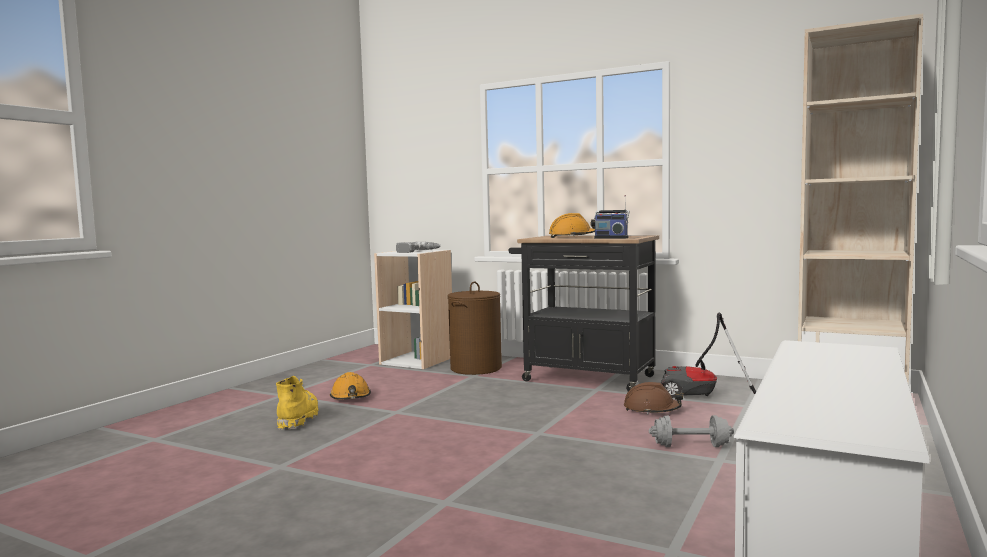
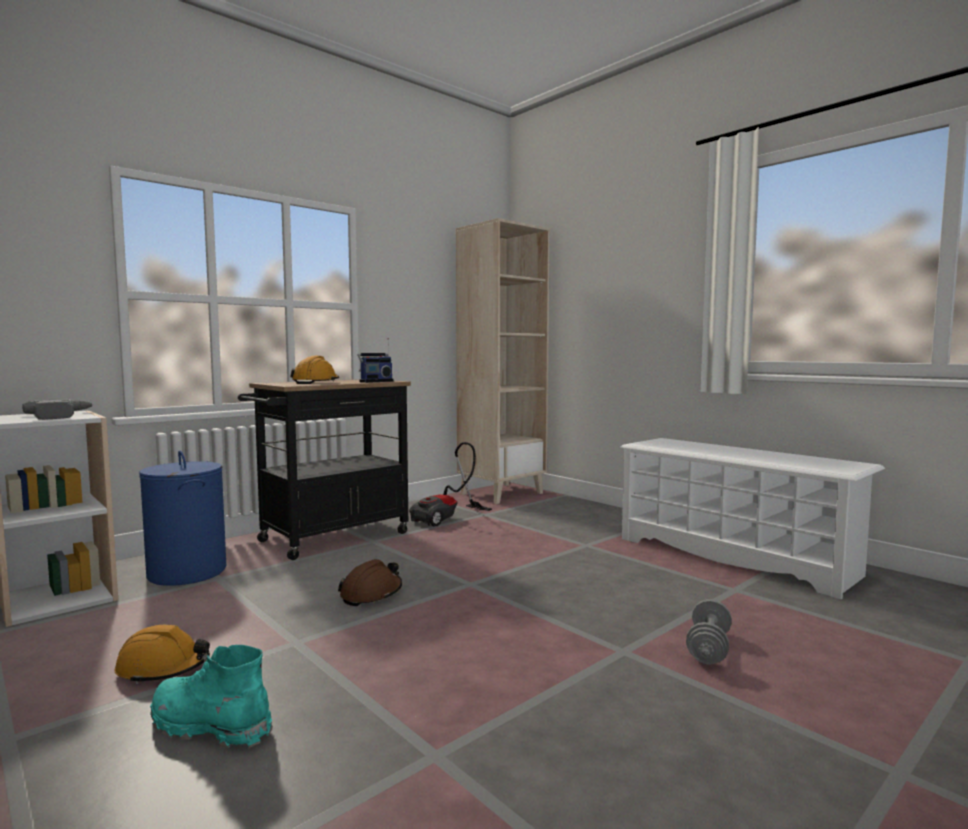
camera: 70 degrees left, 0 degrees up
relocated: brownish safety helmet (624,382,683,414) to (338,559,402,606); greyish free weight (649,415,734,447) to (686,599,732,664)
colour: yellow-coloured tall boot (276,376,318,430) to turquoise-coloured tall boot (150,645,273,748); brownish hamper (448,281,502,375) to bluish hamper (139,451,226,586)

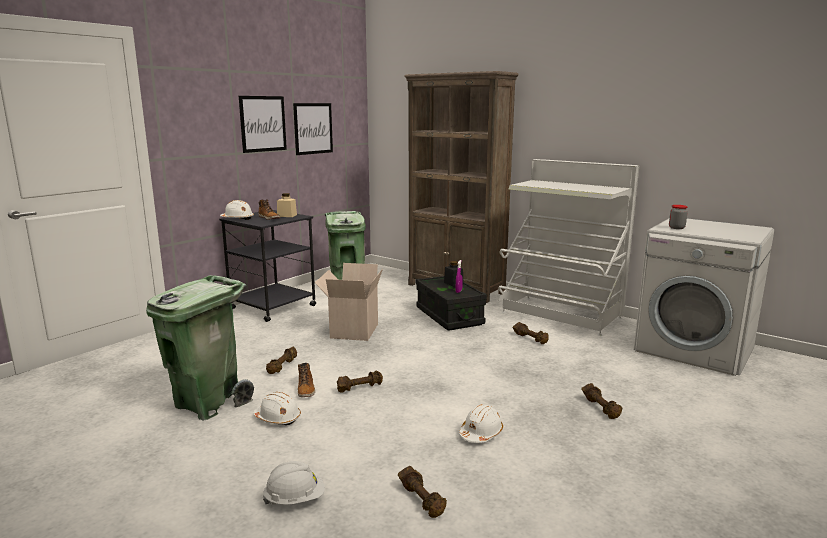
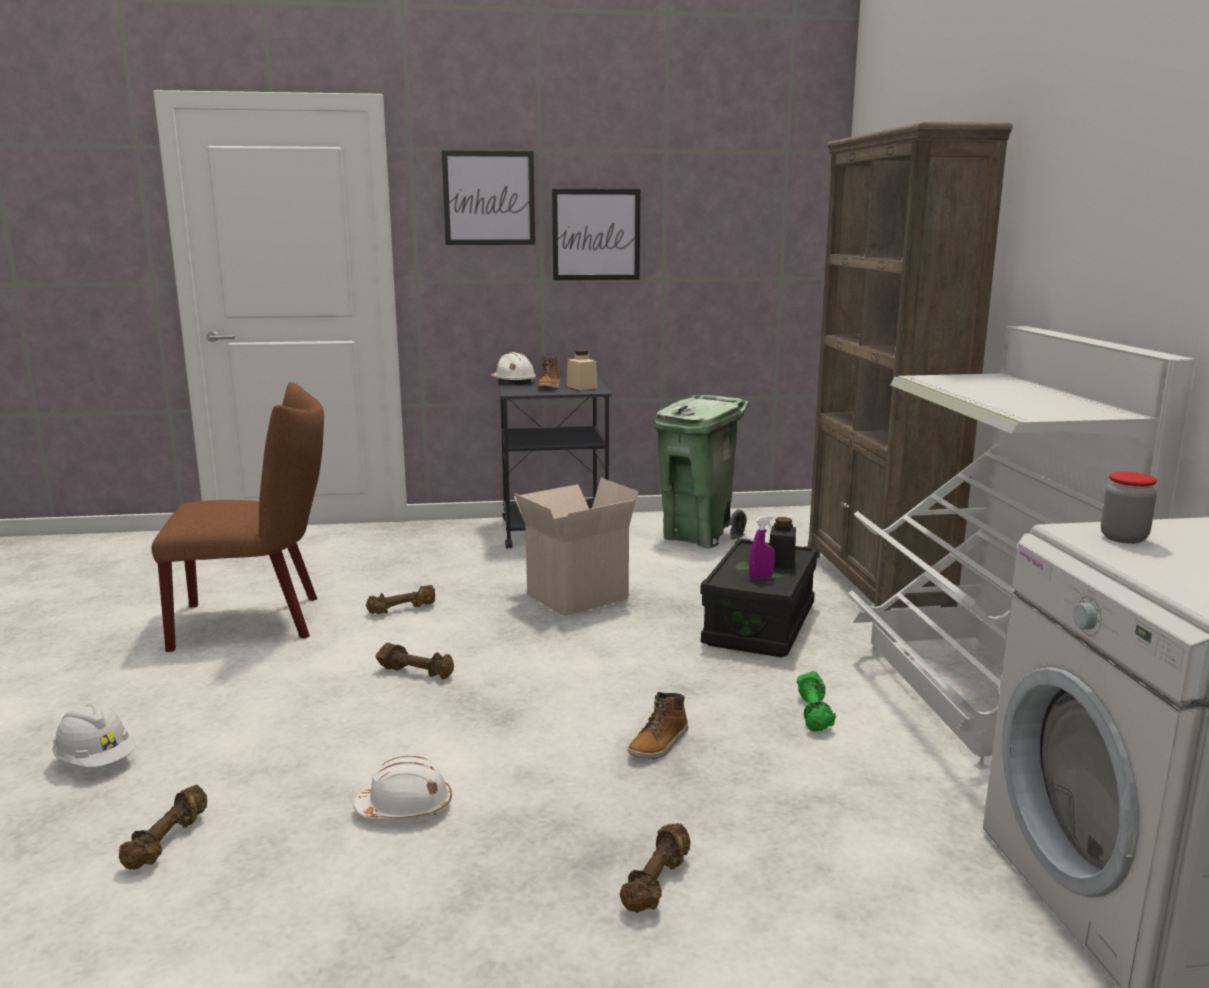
camera: 45 degrees right, 0 degrees up
missing: white-coloured safety helmet (253,392,301,425)
relocated: wall art (293,103,333,155) to (442,150,535,245); tall boot (298,363,315,397) to (628,692,688,759)
exchanged: greenish rubbish bin (146,275,254,420) to brownish upright chair (151,382,324,652)
colour: brownish free weight (513,322,549,344) to greenish free weight (797,671,836,732)

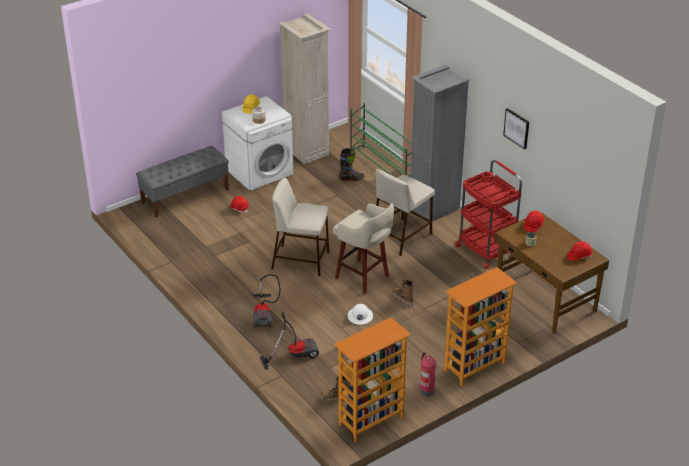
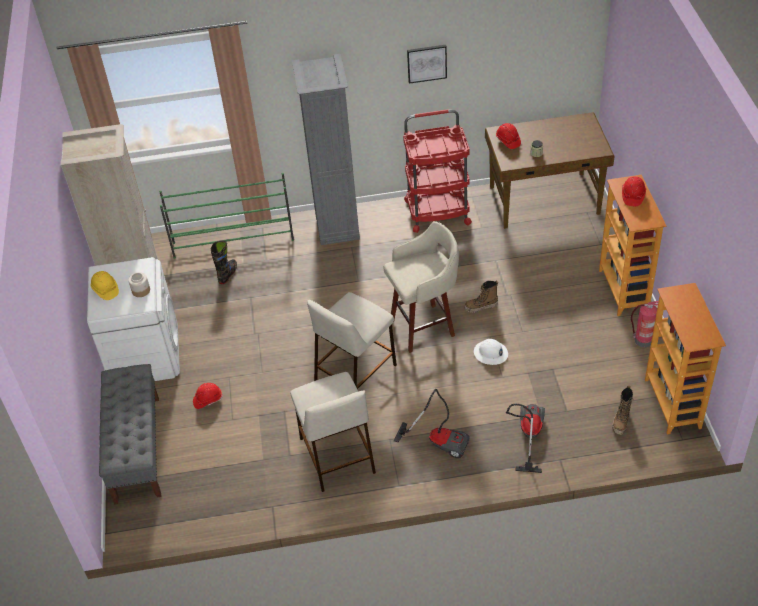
camera: 60 degrees left, 10 degrees up
relocated: sand-coloured sitting stool (376,169,435,256) to (290,372,376,492); reddish safety helmet (567,241,592,261) to (622,176,646,206)

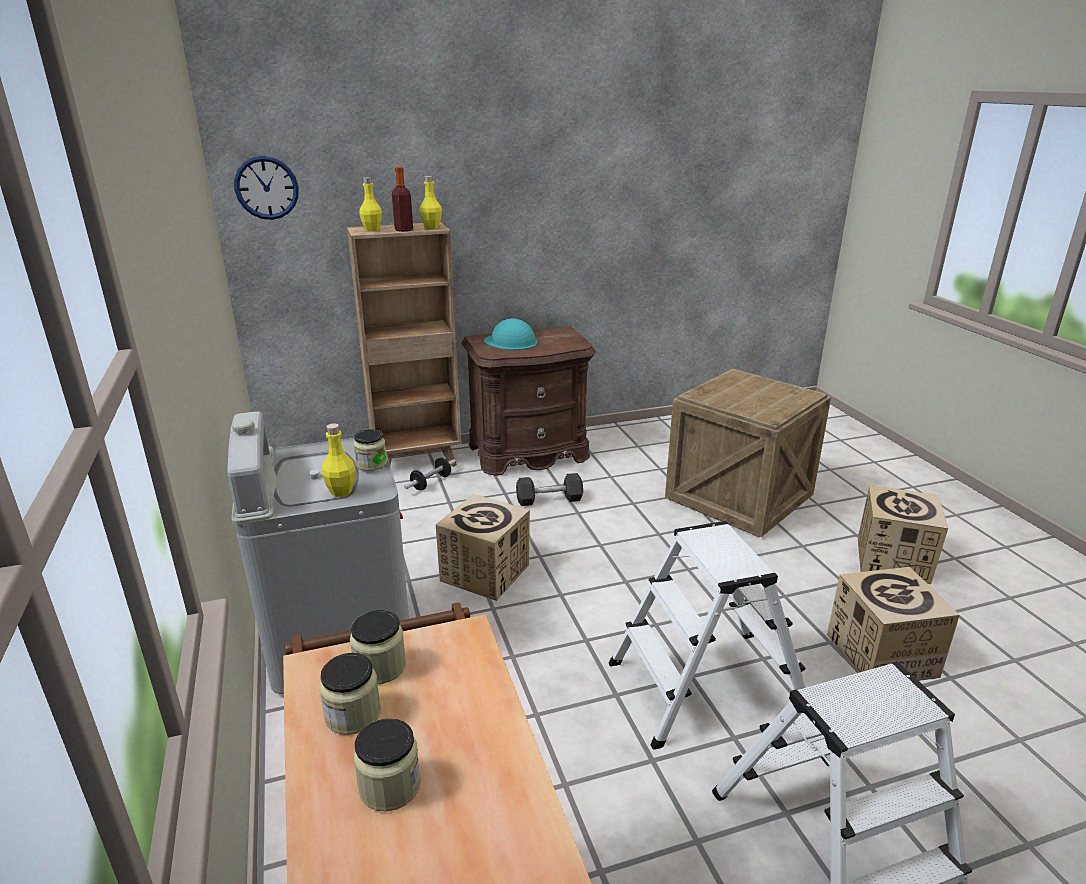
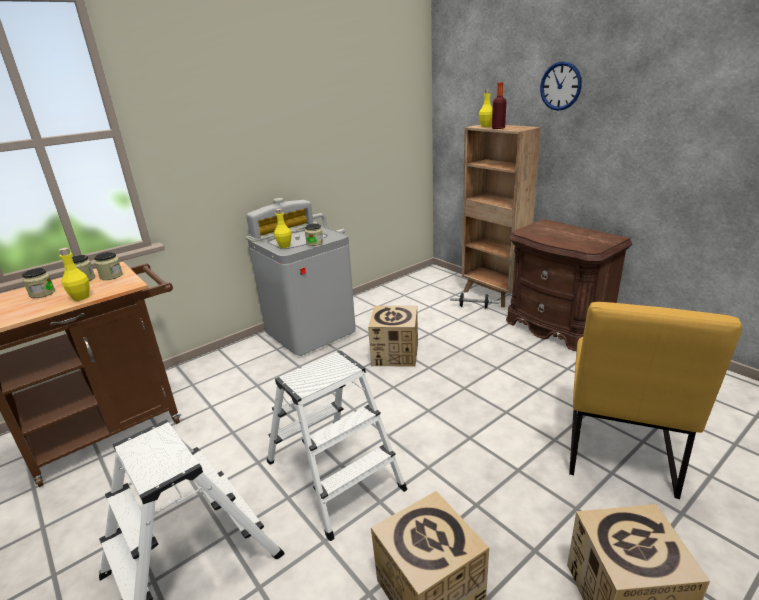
camera: 70 degrees right, 0 degrees up
missing: turquoise-coloured safety helmet (484,318,538,350); blackish free weight (516,473,583,506)
relocated: clock on the wall (234,156,299,220) to (540,61,582,111); yellow-coloured bottle (419,176,442,229) to (59,248,90,301)
exchanged: crate (665,369,831,537) to yellow-coloured upright chair (569,302,742,499)

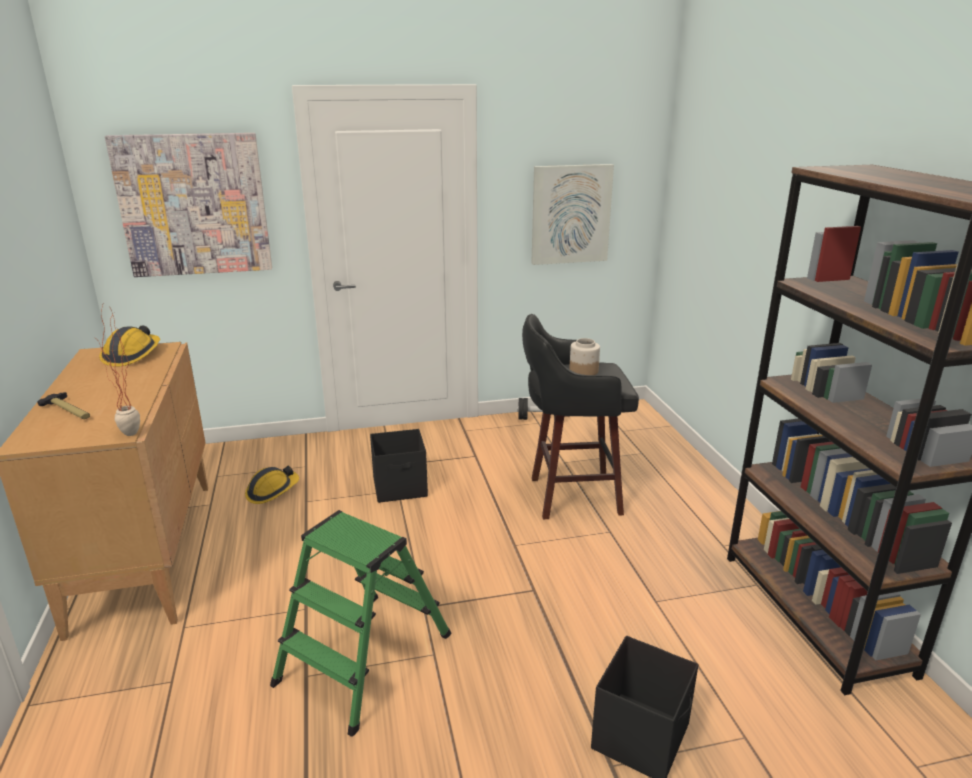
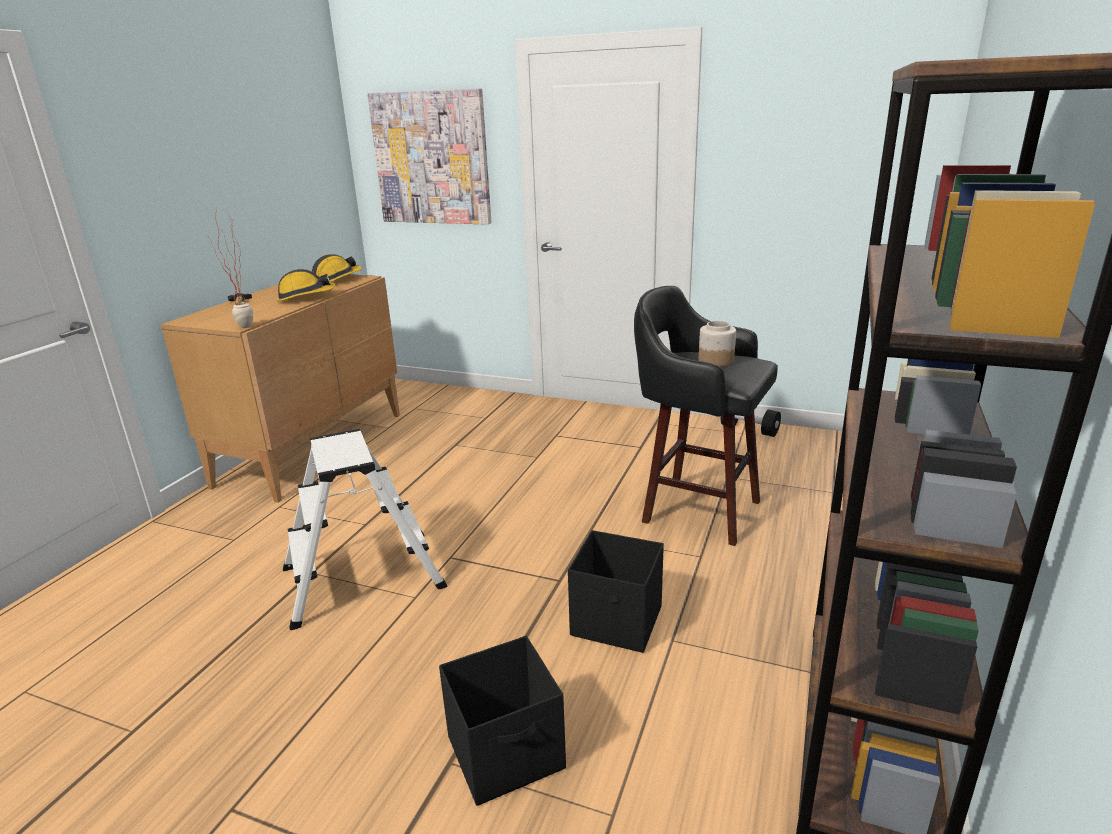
camera: 35 degrees right, 0 degrees up
missing: wall art (531,164,614,265)
relocated: safety helmet (245,466,299,504) to (277,269,336,302); blackish storage bin (370,429,428,503) to (568,530,664,653)
colour: greenish step stool (270,510,451,737) to white-coloured step stool (283,429,447,630)

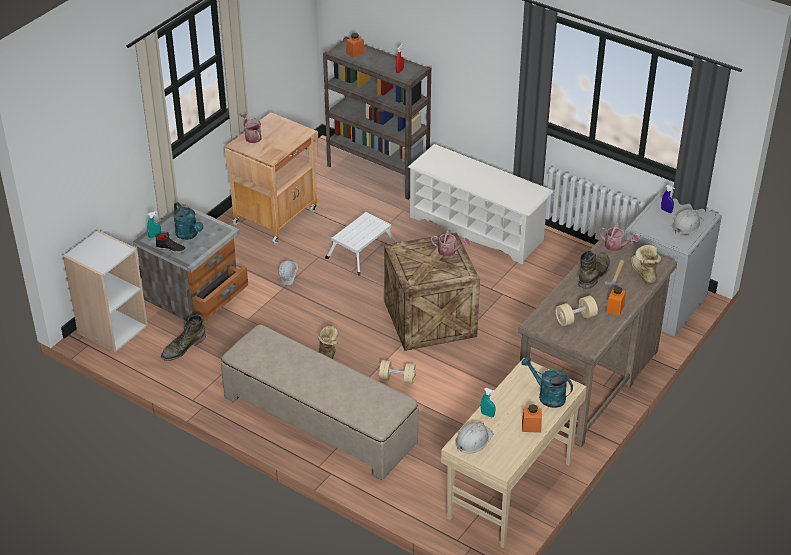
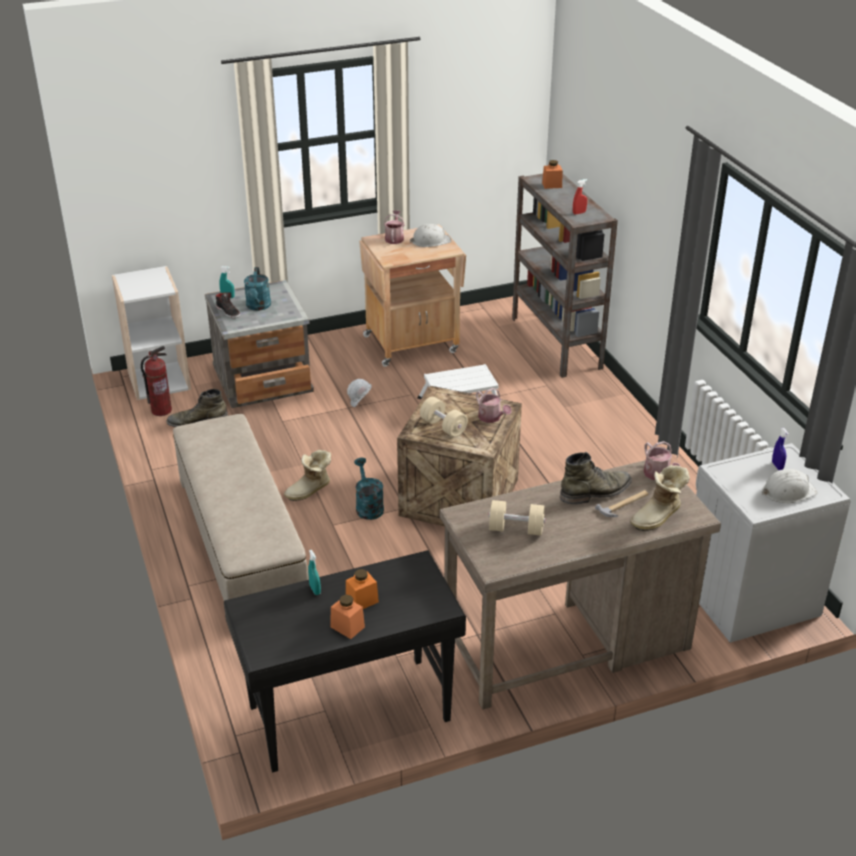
camera: 35 degrees right, 5 degrees down
missing: white-coloured shoe stand (408,144,553,265)
appeared: fire-fighting cylinder (141,346,172,416)
relocated: sand-coloured free weight (379,360,416,384) to (420,397,468,437); white-coloured safety helmet (455,422,493,453) to (410,224,451,247); turquoise-coloured sprinkling can (521,357,573,408) to (354,458,384,520); orange-coloured preserve jar (606,287,626,316) to (346,569,379,609)
colour: sand-coloured hall table (441,358,587,548) to blackish hall table (224,550,466,773)
spun: tall boot (631,245,661,283) = (630,465,690,531) 150 degrees counterclockwise

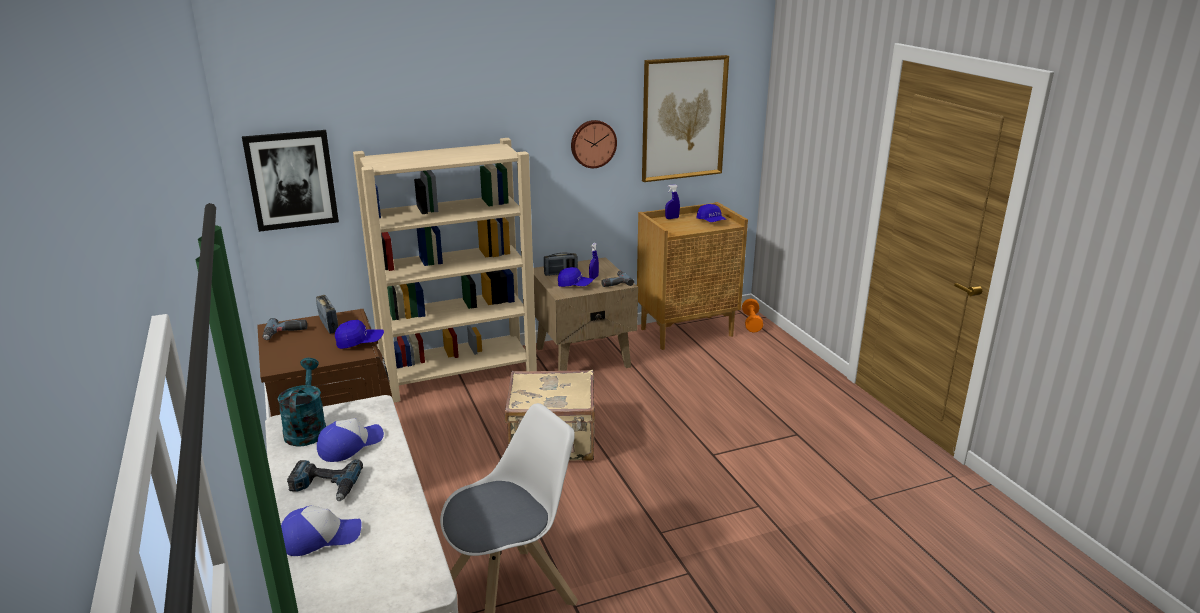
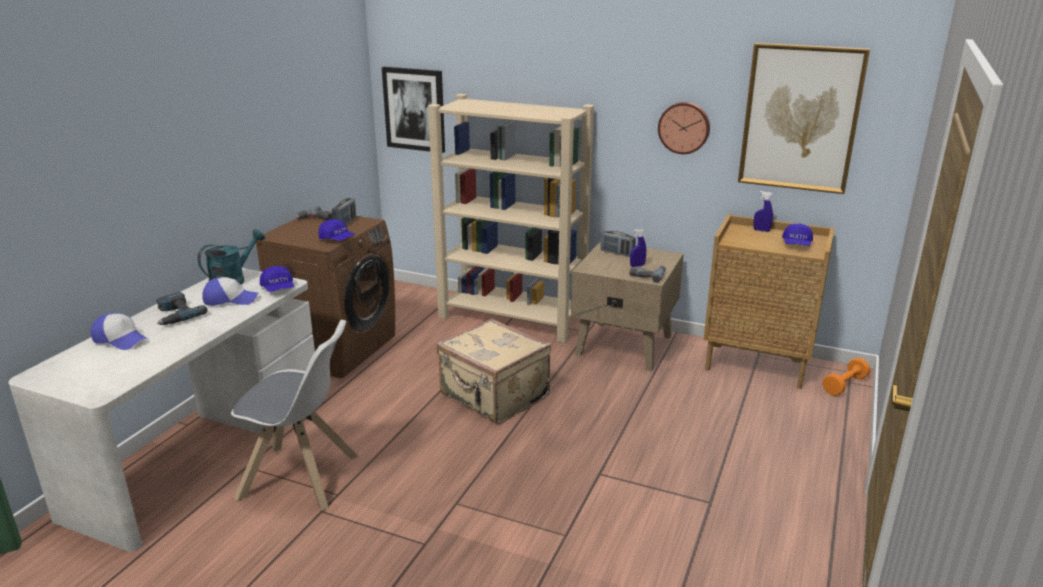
camera: 45 degrees right, 0 degrees up
relocated: bluish cap (558,267,593,287) to (260,266,294,292)

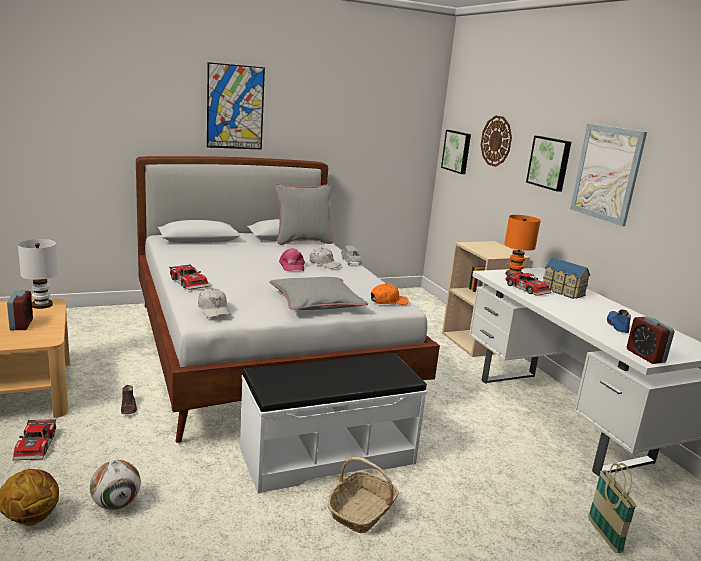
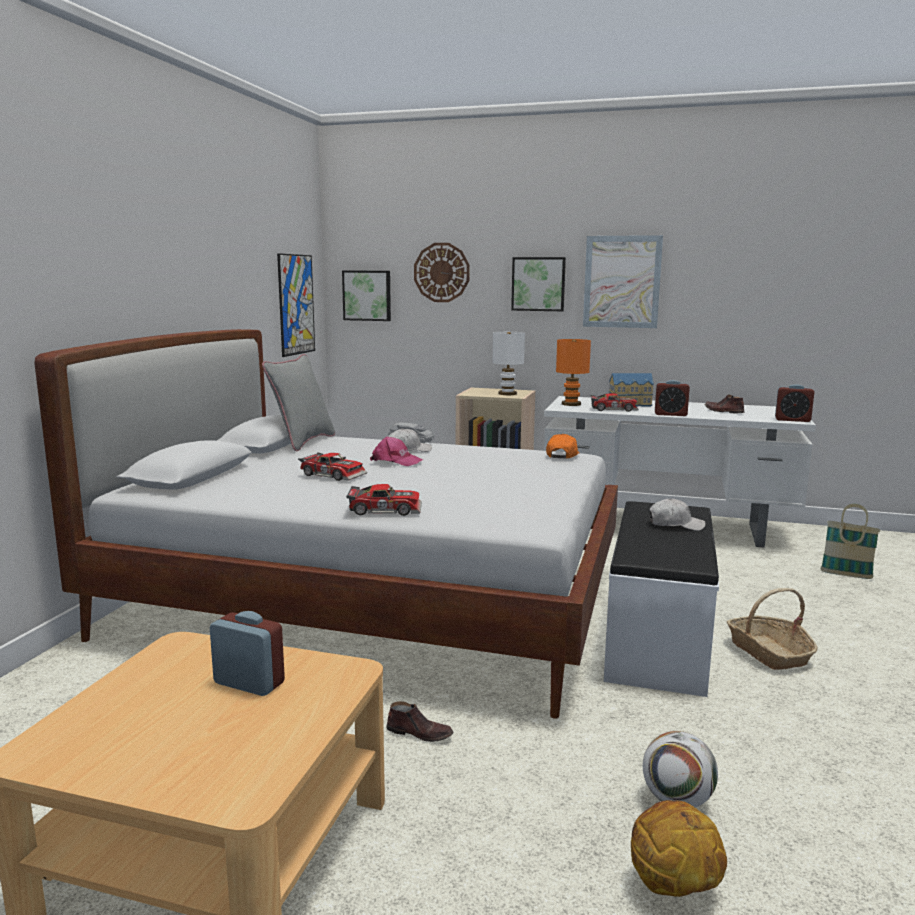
camera: 50 degrees left, 5 degrees down
missing: greyish pillow (269,277,368,310)
appeared: bedside clock (655,380,690,416)
relocated: toy car (13,419,56,460) to (298,452,367,481); white-coloured lamp for a table (18,239,58,309) to (492,332,525,395); white-coloured cap (198,288,231,318) to (649,498,706,531); wall art (207,62,265,150) to (277,253,315,357)
colour: bluish shoe (607,309,631,333) to brownish shoe (705,395,744,414)

